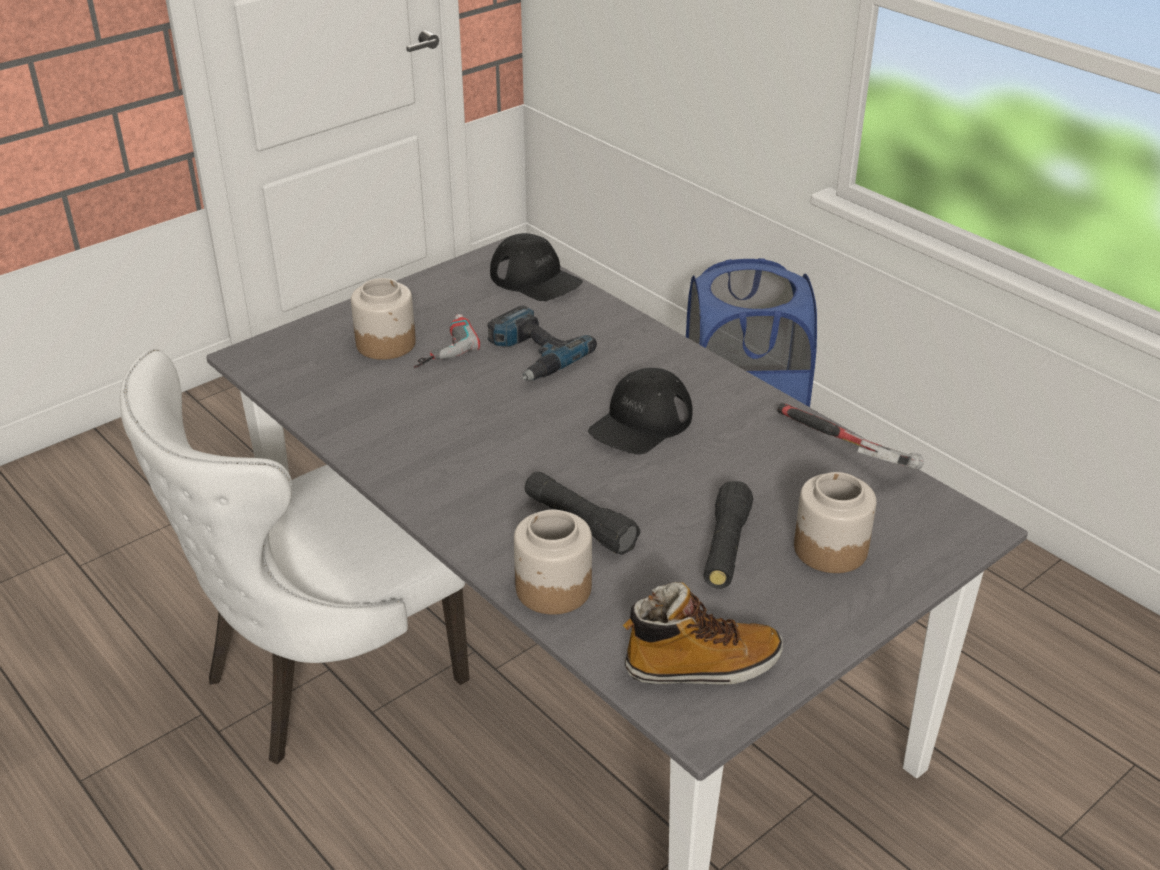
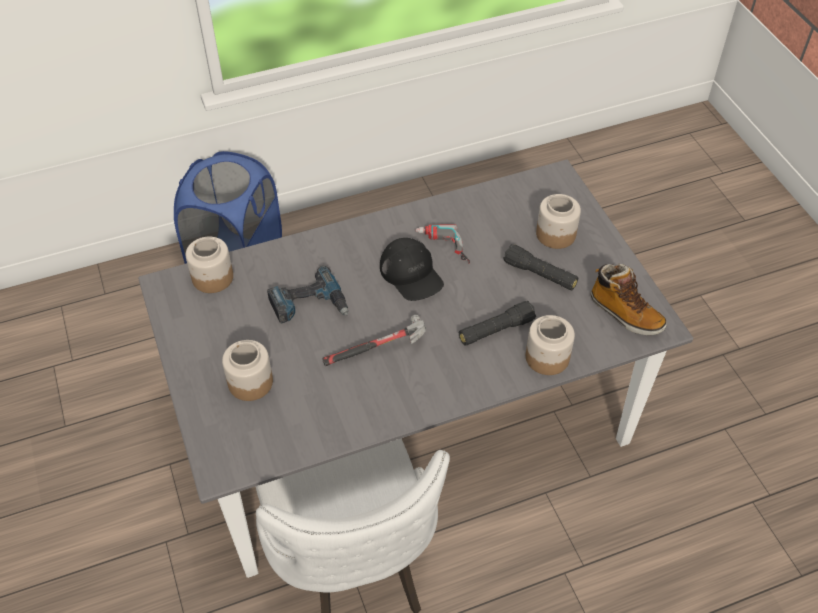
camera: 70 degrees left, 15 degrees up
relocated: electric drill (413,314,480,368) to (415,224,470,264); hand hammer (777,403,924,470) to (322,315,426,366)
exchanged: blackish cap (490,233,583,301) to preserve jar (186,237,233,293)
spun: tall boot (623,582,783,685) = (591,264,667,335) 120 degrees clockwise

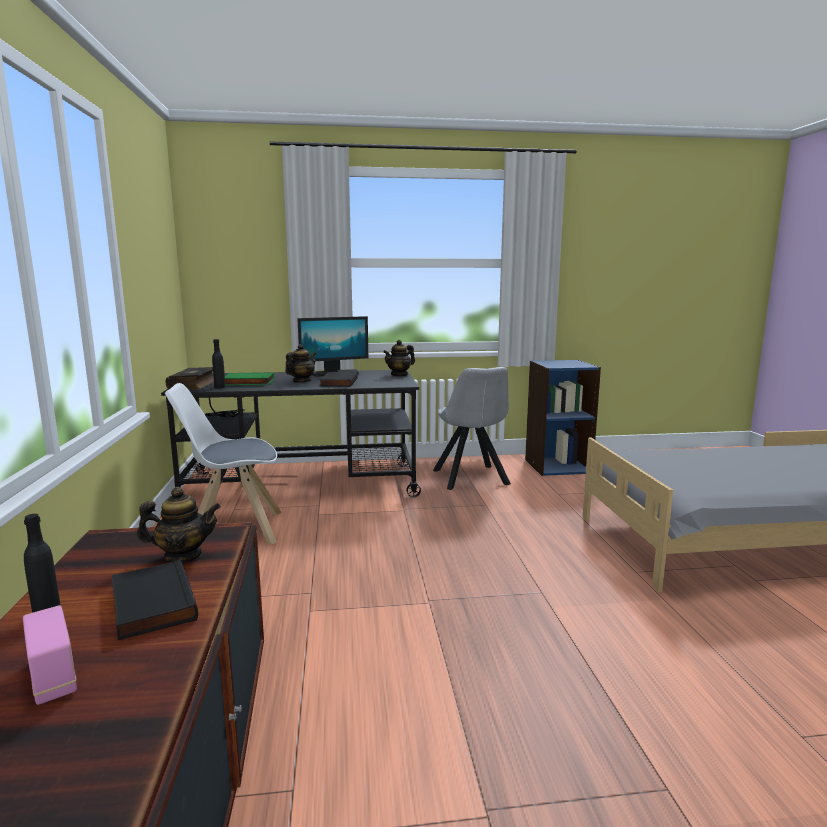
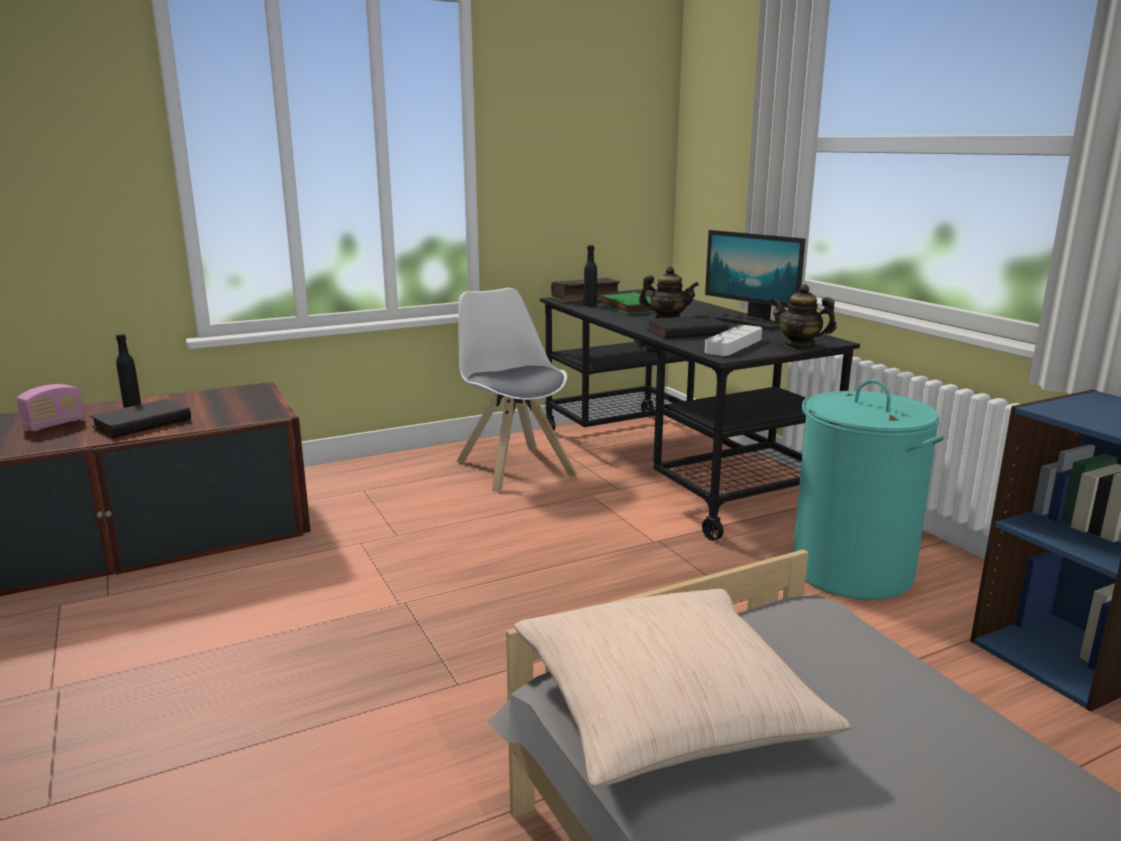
camera: 70 degrees right, 5 degrees up
missing: teapot (137,487,221,563)
appeared: sand-coloured pillow (514,589,852,787); greyish serving tray (705,325,762,356)
exchanged: greyish upright chair (433,367,511,490) to turquoise-coloured hamper (793,379,944,600)

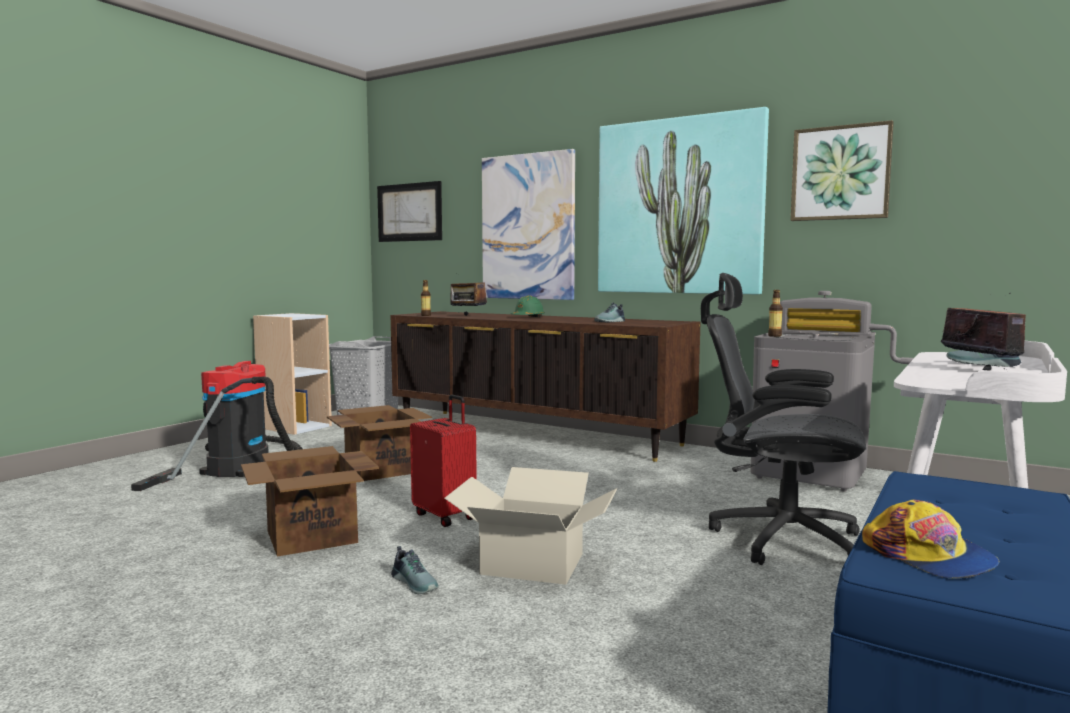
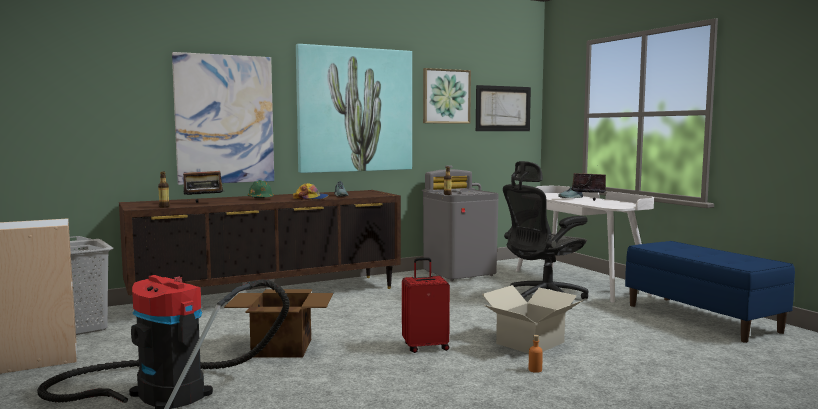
camera: 60 degrees left, 0 degrees up
missing: carton (241,446,379,557)
relocated: wall art (377,181,442,242) to (476,85,531,131); cap (862,500,1000,578) to (293,183,329,200)
exchanged: shoe (391,546,439,594) to orange-coloured bottle (529,335,543,373)

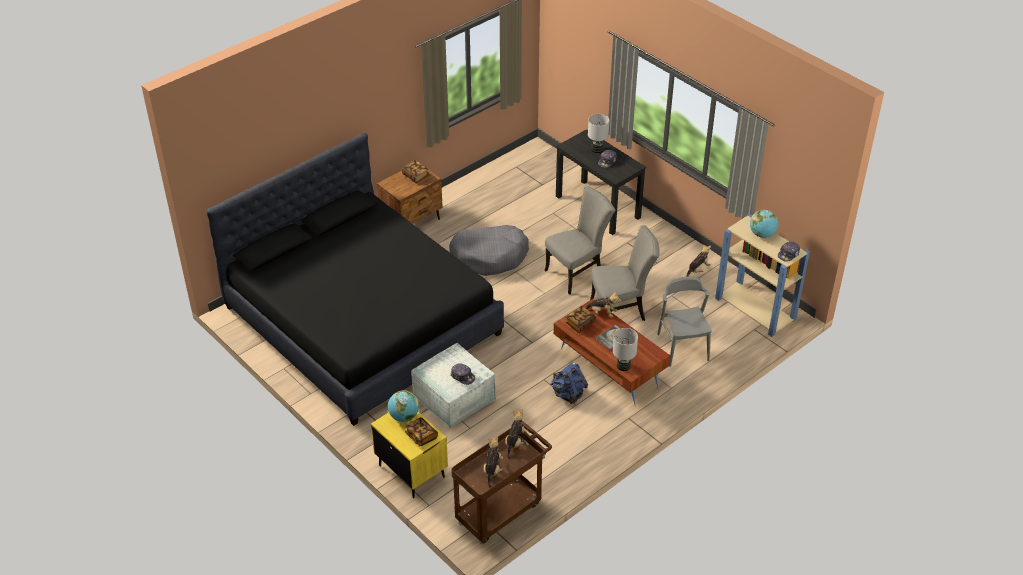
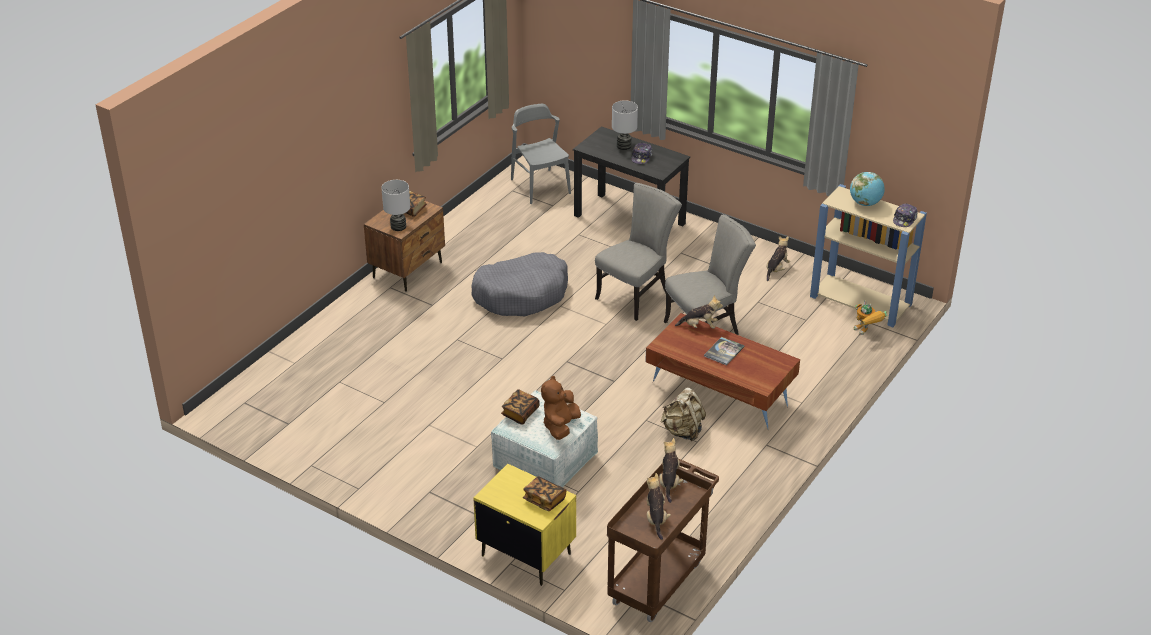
camera: 15 degrees left, 5 degrees down
missing: blackish bed (206,133,504,426); desk globe (388,390,419,422)
appeared: model robot (854,300,887,335)
relocated: bound book (566,306,596,333) to (501,389,540,425); greyish lamp for a table (613,328,638,371) to (382,180,410,231); greyish upright chair (657,277,712,367) to (511,104,571,204)
exchanged: cap (450,363,475,385) to brownish cuddly toy (541,376,581,440)
colour: bluish rucksack (550,362,588,404) to sand-coloured rucksack (661,387,706,441)

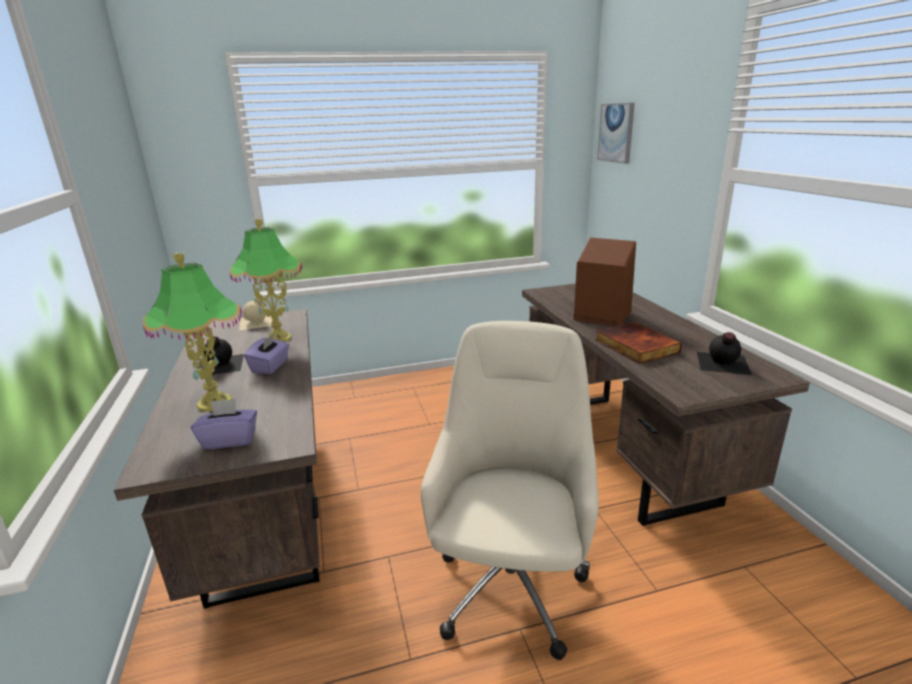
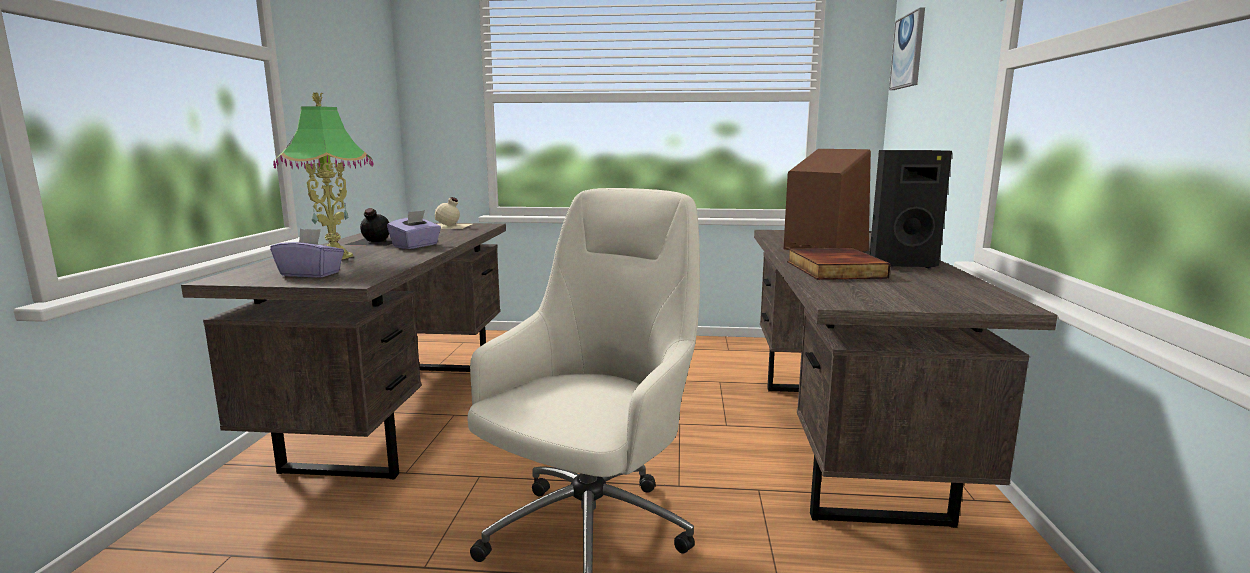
camera: 20 degrees right, 10 degrees down
missing: lamp for a table (230,219,302,342); blackish bottle (697,332,752,375)
appeared: blackish loudspeaker (870,150,952,268)

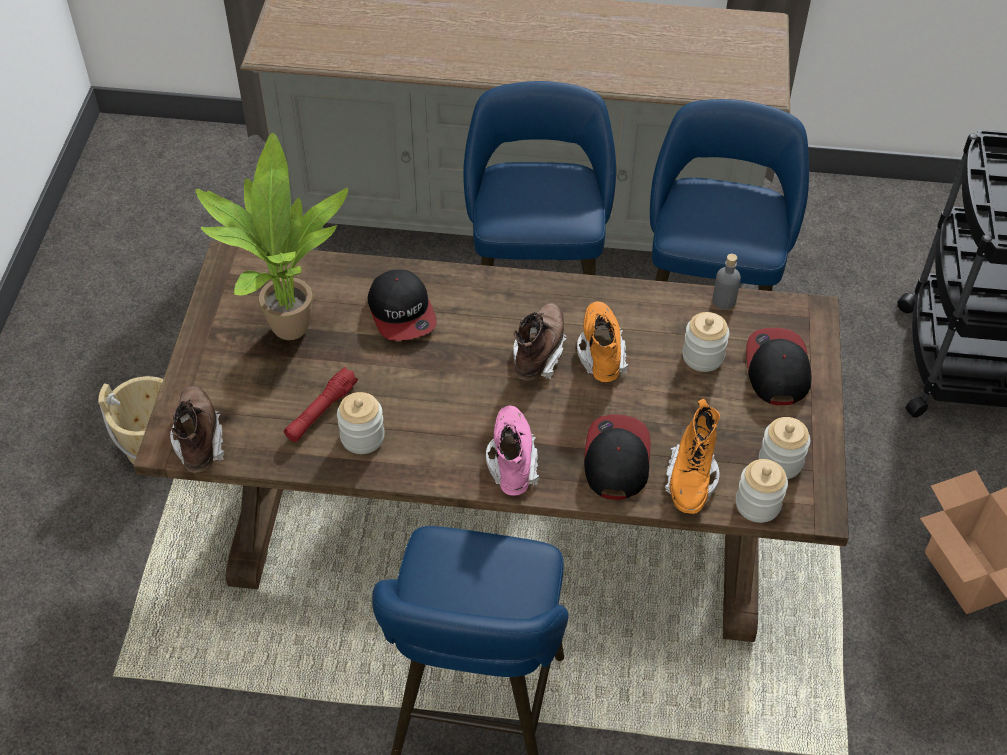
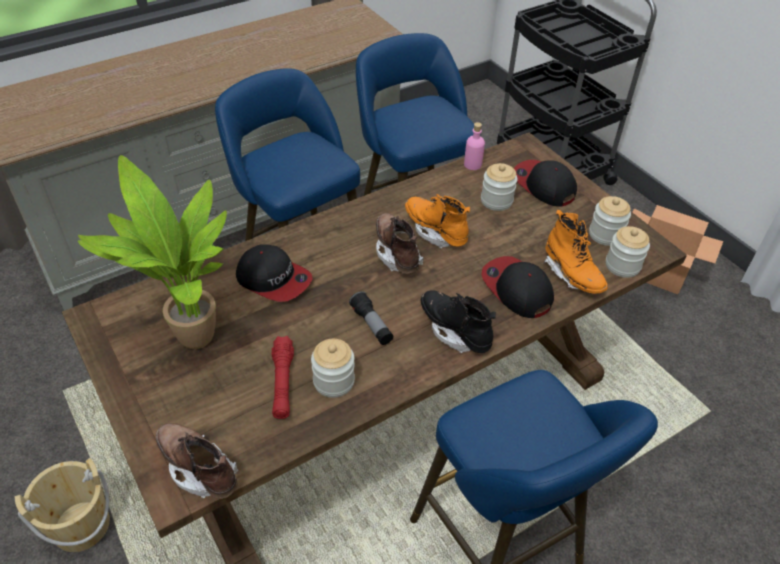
camera: 40 degrees left, 5 degrees down
appeared: torch (349,291,393,345)
colour: pink tall boot (486,405,539,496) to blackish tall boot (420,290,496,353); greyish bottle (712,254,741,310) to pink bottle (464,122,485,170)

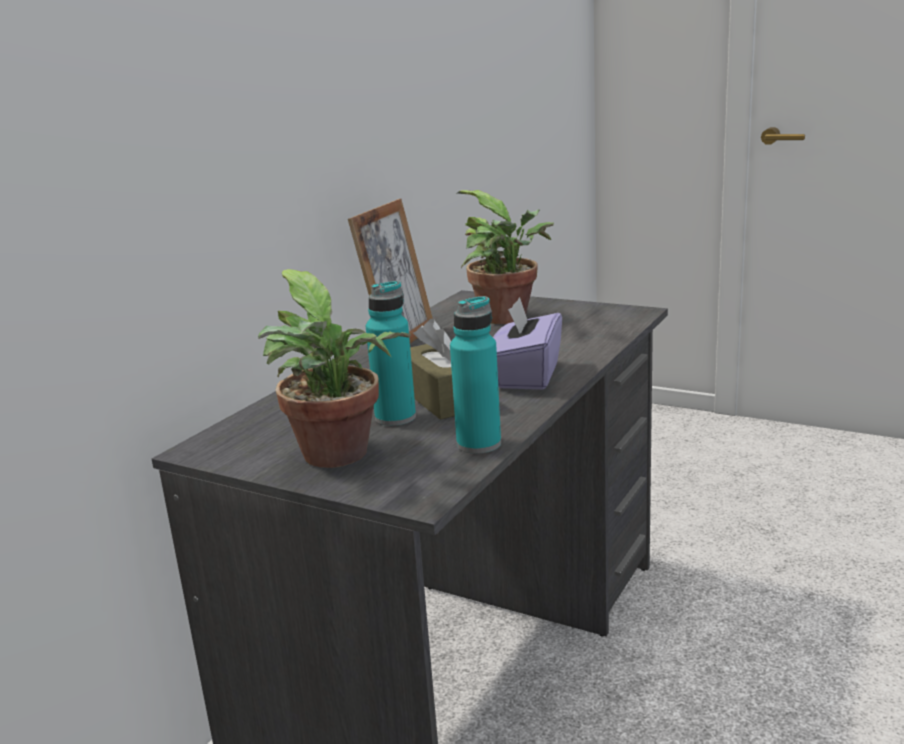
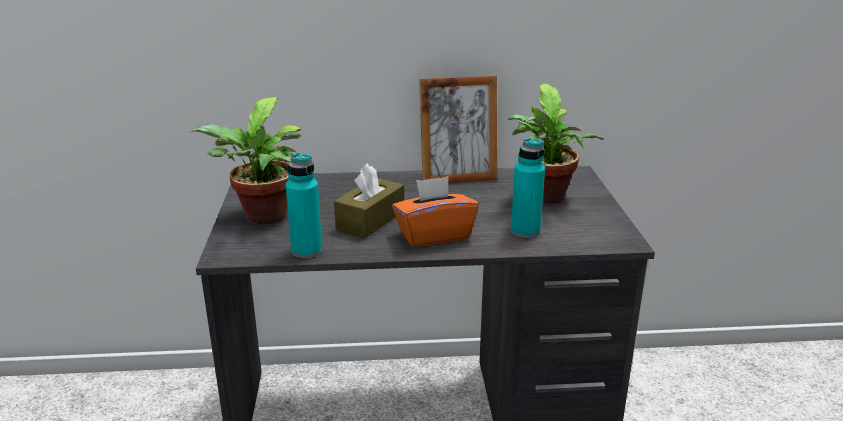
camera: 55 degrees right, 5 degrees up
relocated: turquoise-coloured bottle (366,281,416,426) to (511,137,545,238)
colour: purple-coloured tissue holder (493,297,562,390) to orange-coloured tissue holder (392,176,479,247)

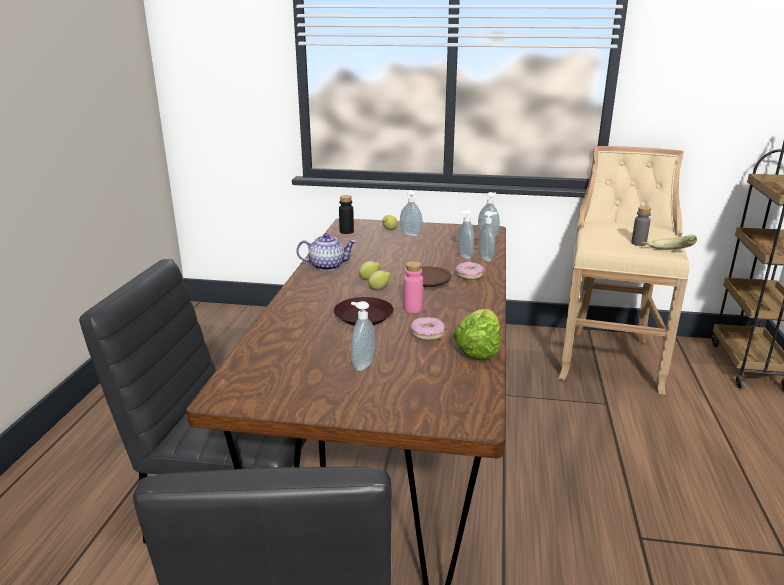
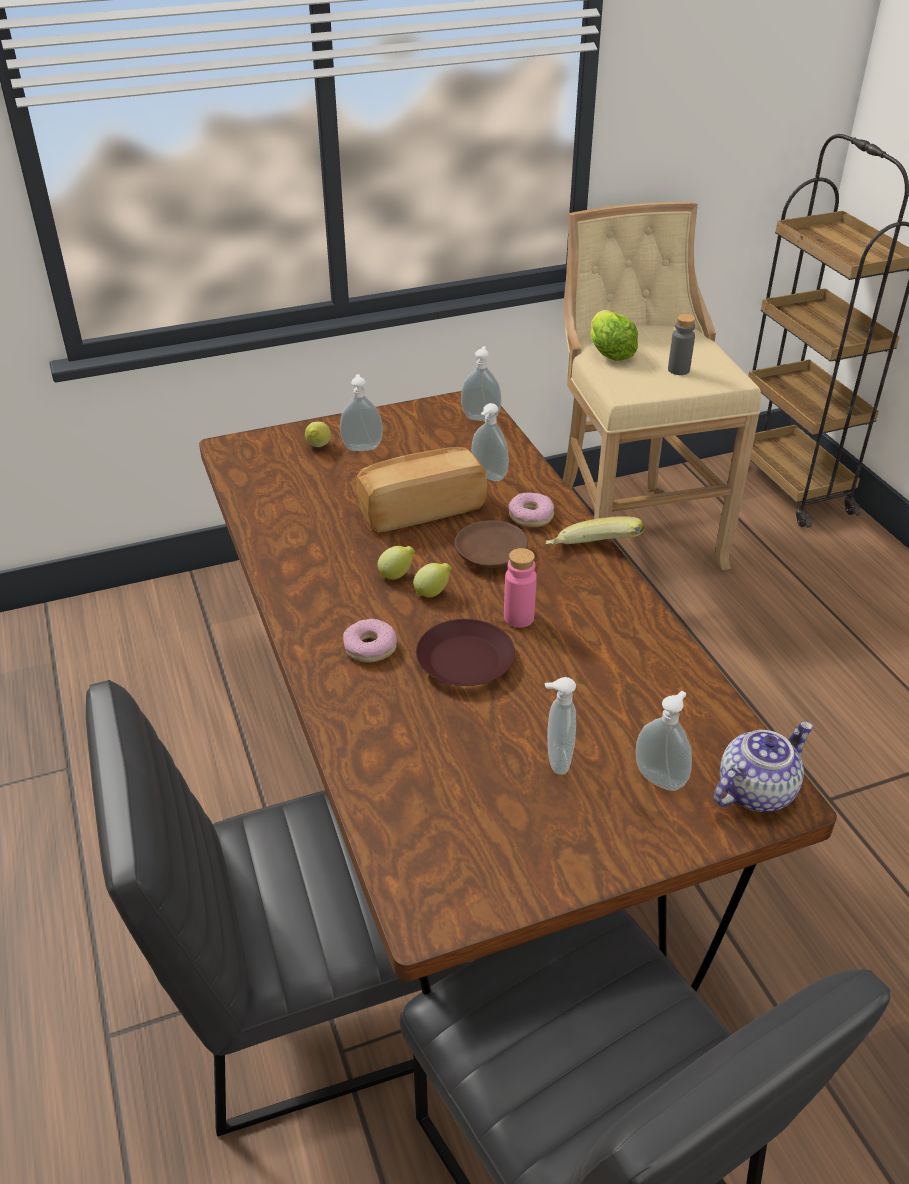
camera: 30 degrees left, 15 degrees up
missing: blackish bottle (339,195,354,234)
appeared: baked bread (356,447,488,532)
relocated: teapot (296,233,356,271) to (713,721,813,812); donut (410,317,445,340) to (343,619,397,662); lettuce head (453,309,501,360) to (590,310,638,361); soap bottle (479,211,497,262) to (635,691,692,791); banana (642,235,697,250) to (546,516,645,546)

